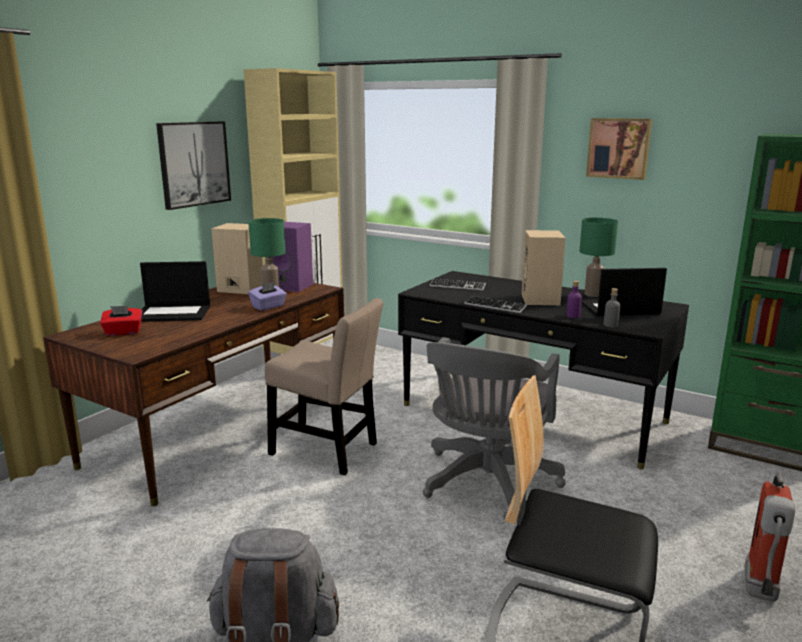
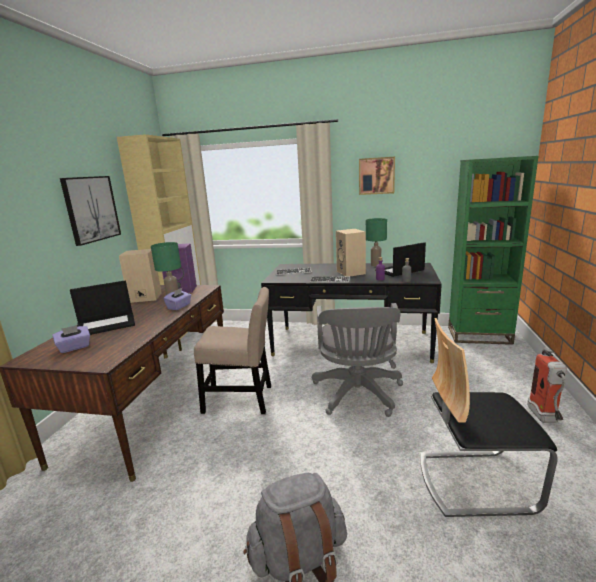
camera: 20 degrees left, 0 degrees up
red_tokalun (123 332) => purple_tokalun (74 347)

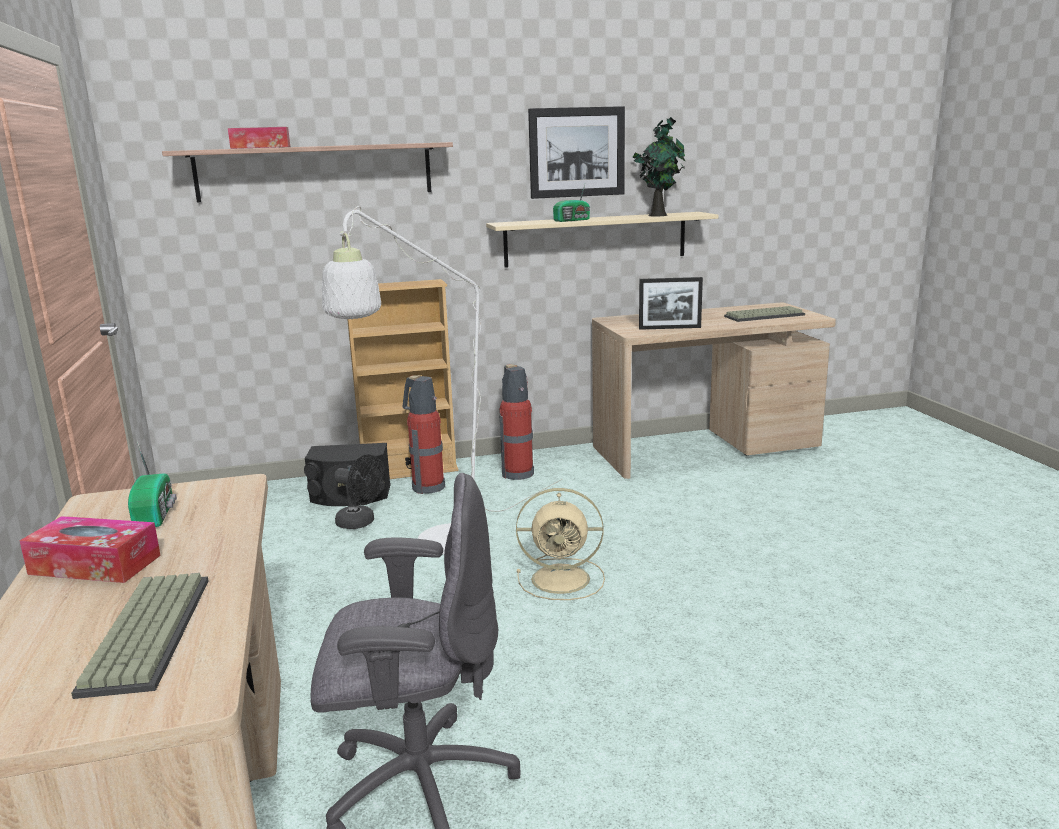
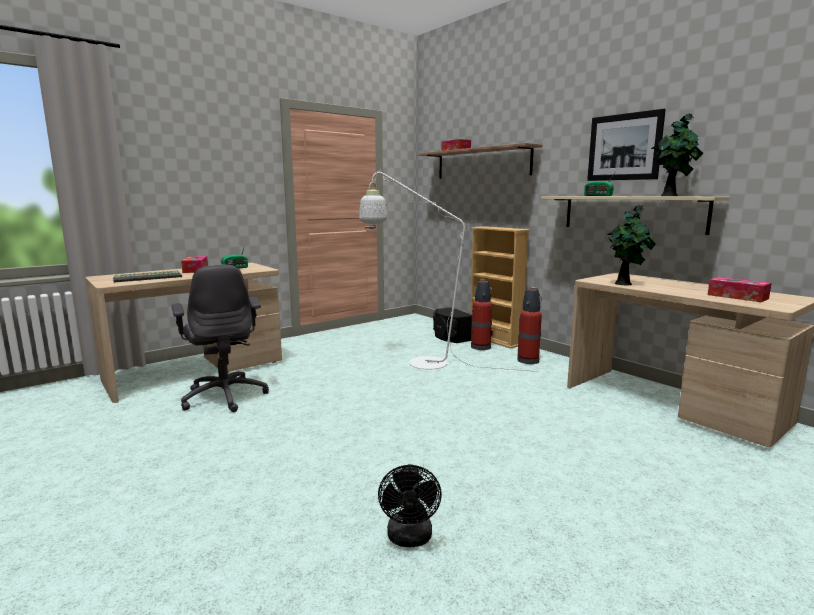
camera: 65 degrees right, 5 degrees down
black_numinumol (361 523) => black_numinumol (410 539), moved
beige_numinumol (563 579) => nothing
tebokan (669 328) => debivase (624 284)
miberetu (764 315) => tokalun (737 296)

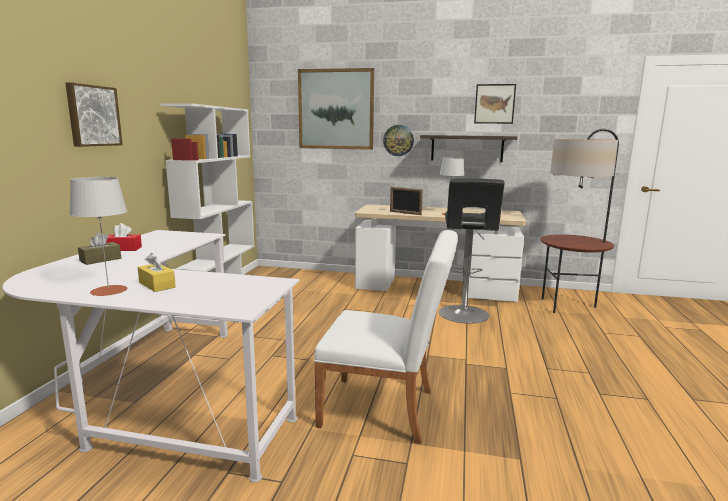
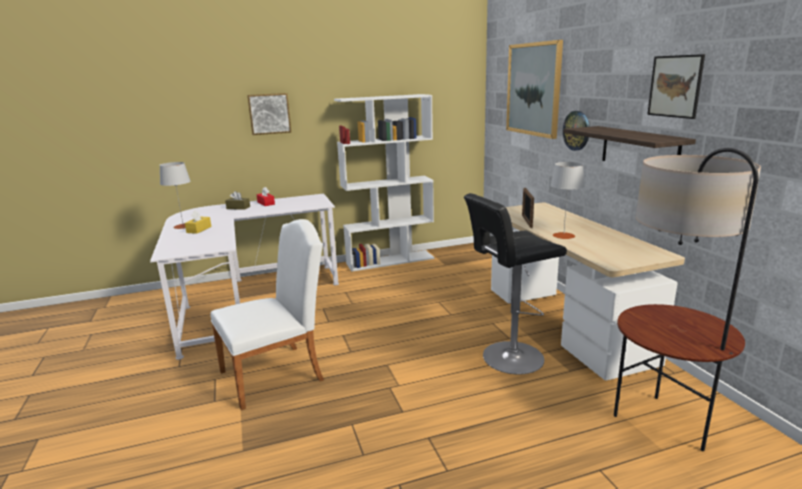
camera: 60 degrees right, 5 degrees up
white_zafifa (386 409) => white_zafifa (278 373), 105 degrees counterclockwise

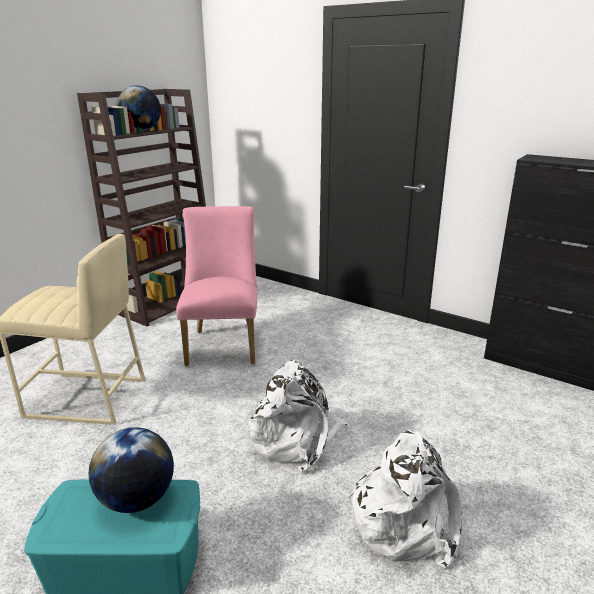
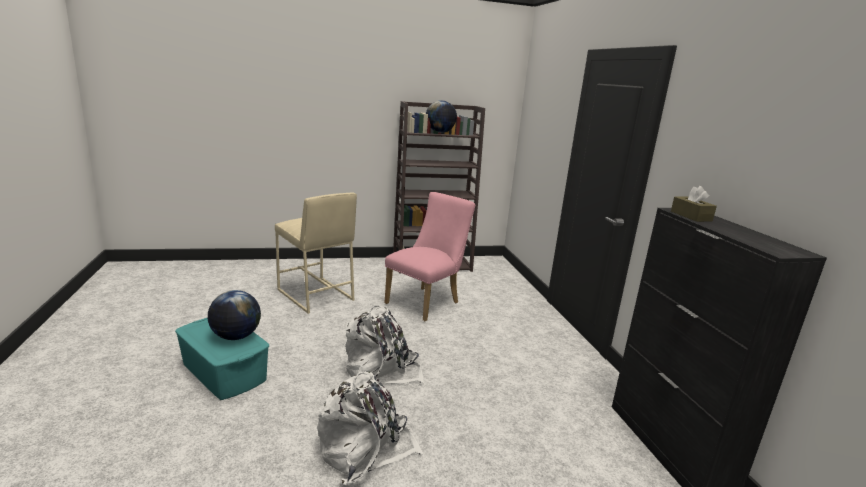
camera: 40 degrees right, 5 degrees down
nothing => brown_tokalun (691 216)

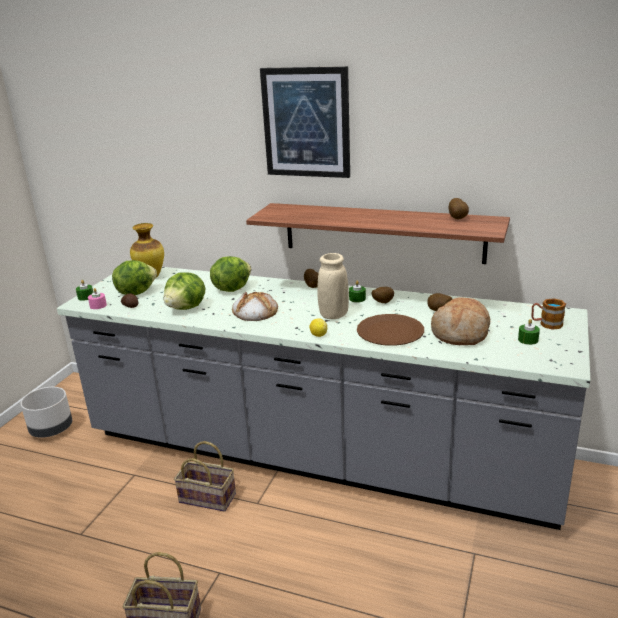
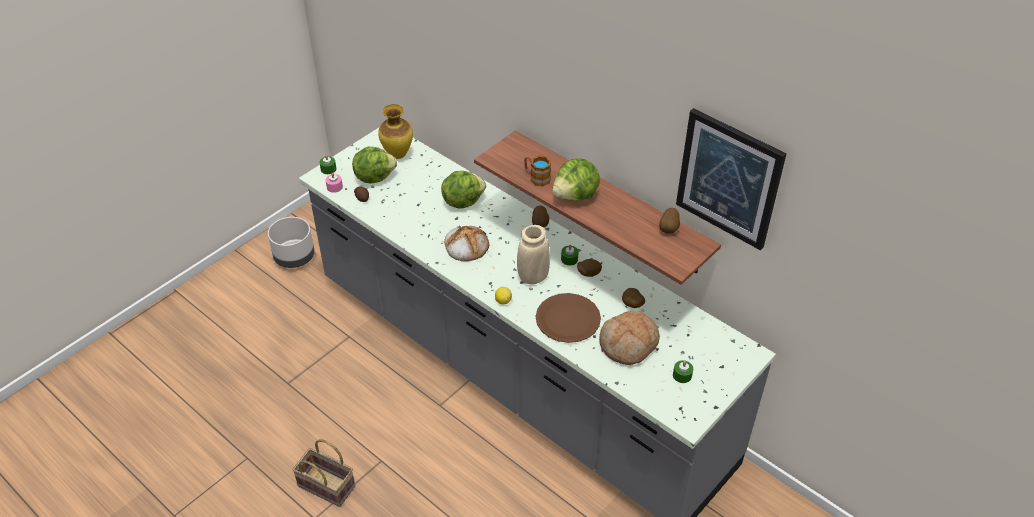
camera: 20 degrees right, 20 degrees up
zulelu (187 308) => zulelu (576 196), moved
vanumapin (209 497) => nothing
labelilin (306 123) => labelilin (729 179), moved
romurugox (546 324) => romurugox (536 177), moved

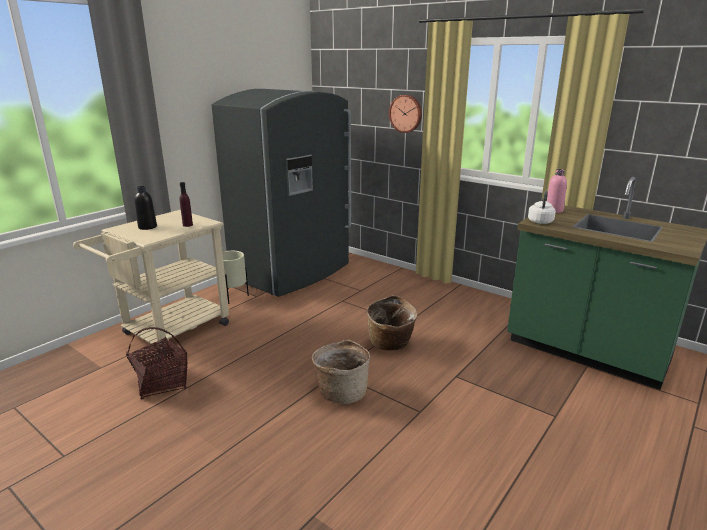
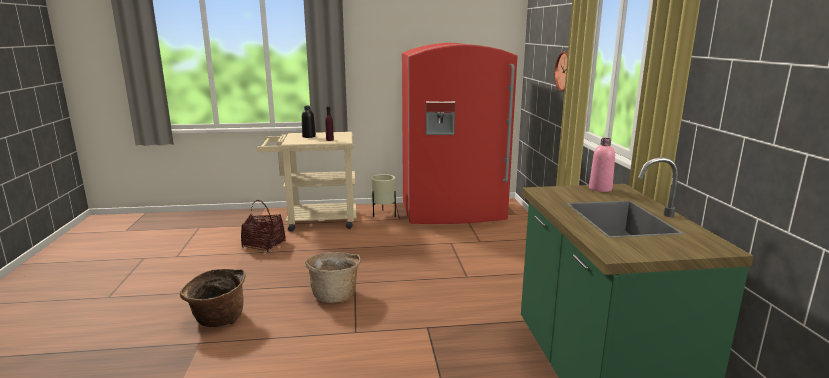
camera: 45 degrees right, 5 degrees down
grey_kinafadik (292 272) => red_kinafadik (453 212)
vanumapin (390 344) => vanumapin (218 320), moved
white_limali (540 221) => nothing

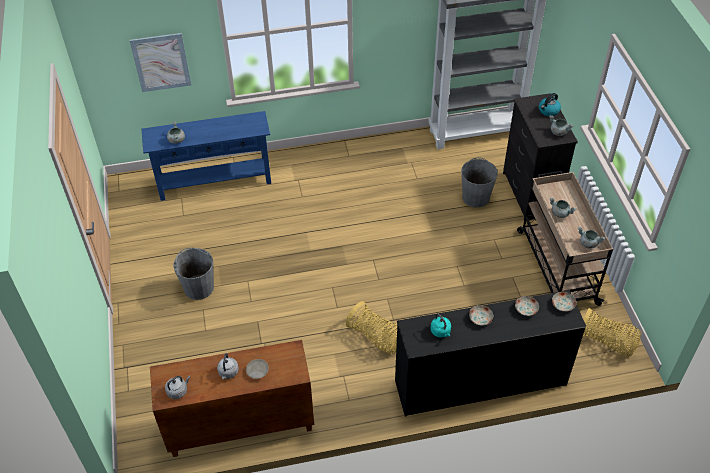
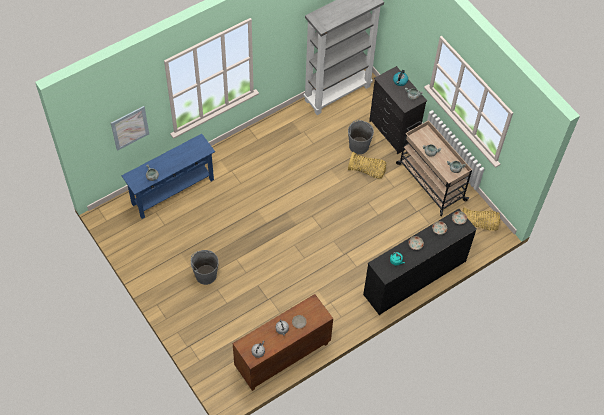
camera: 25 degrees left, 10 degrees up
vanumapin (376 337) => vanumapin (367 171), moved

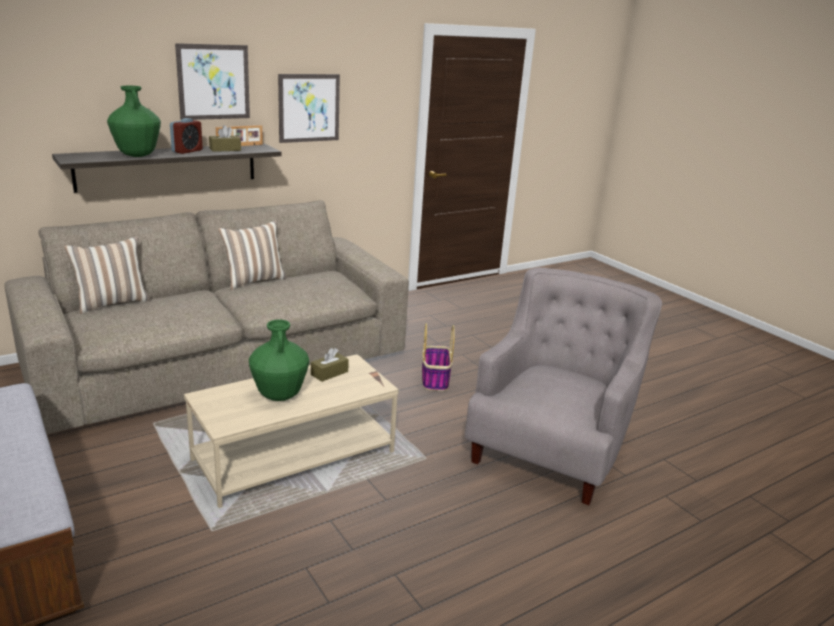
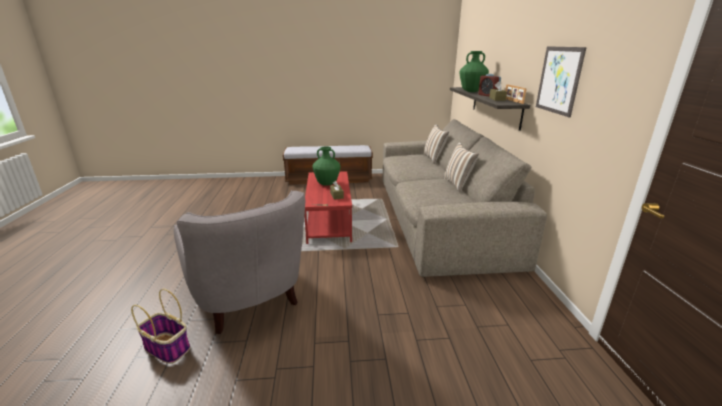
camera: 120 degrees right, 0 degrees up
labelilin (213 82) => nothing
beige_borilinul (294 455) => red_borilinul (329 221)
vanumapin (435 379) => vanumapin (168 348), moved

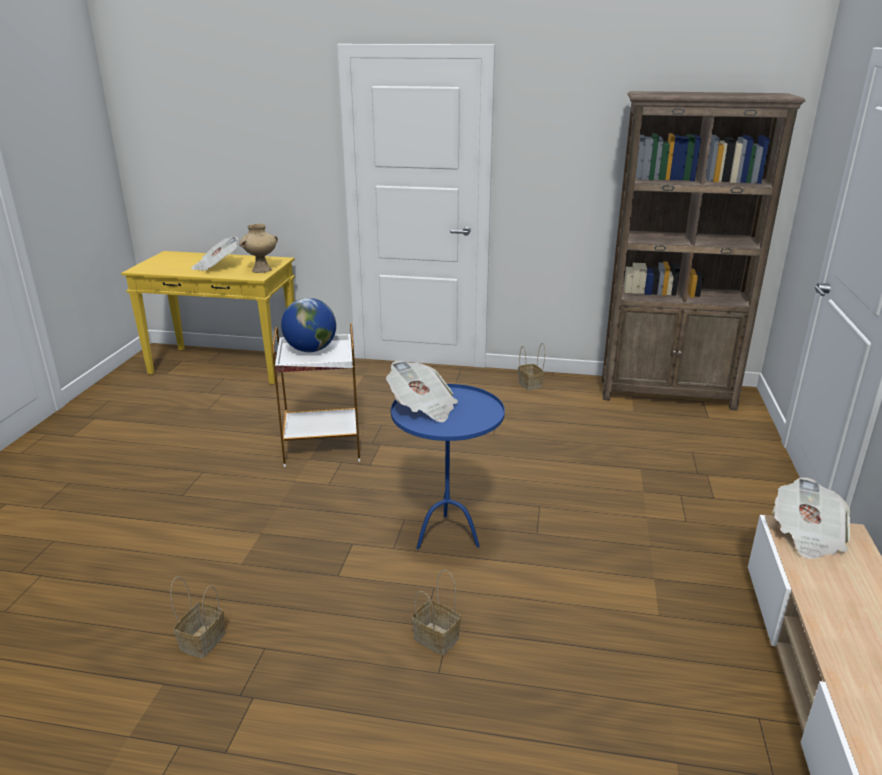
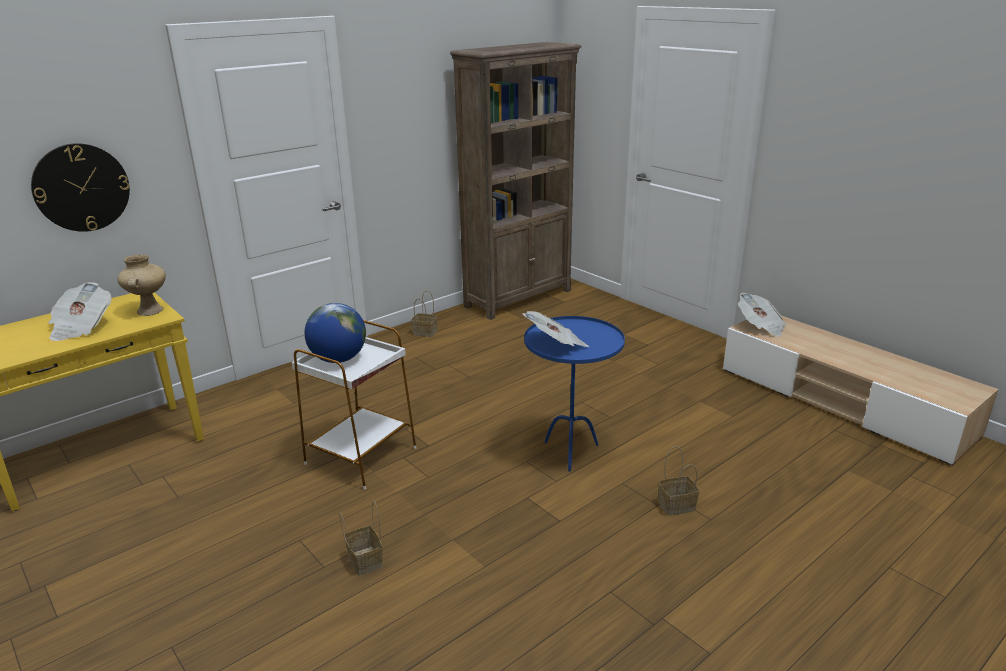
camera: 50 degrees left, 0 degrees up
vanumapin (203 640) => vanumapin (364 560), moved
nothing => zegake (81 187)

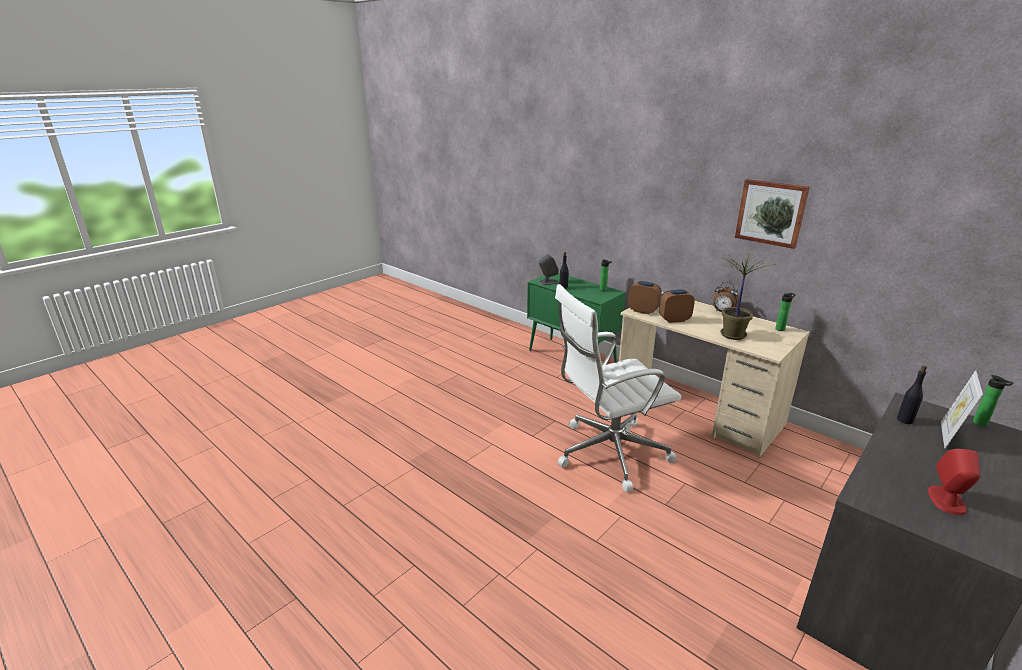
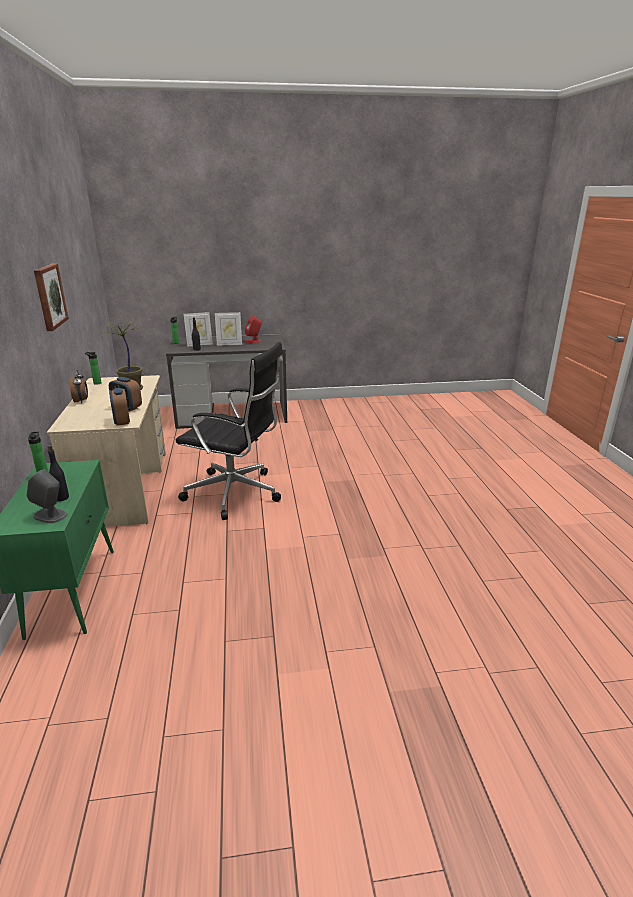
camera: 140 degrees left, 0 degrees up
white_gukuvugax (608 453) => black_gukuvugax (236 493)
nothing => tebokan (229 344)

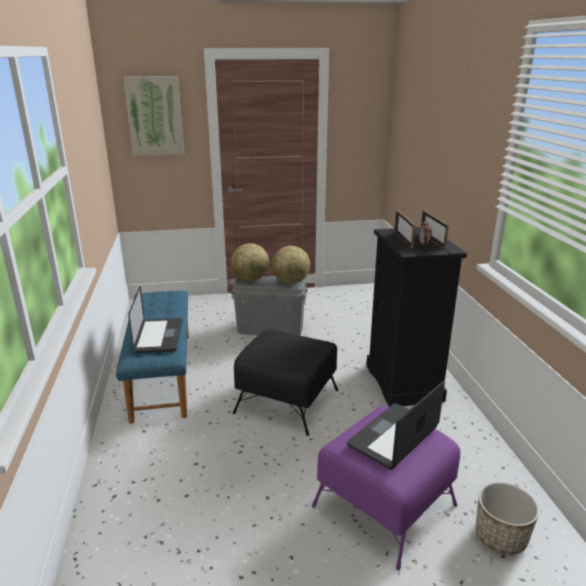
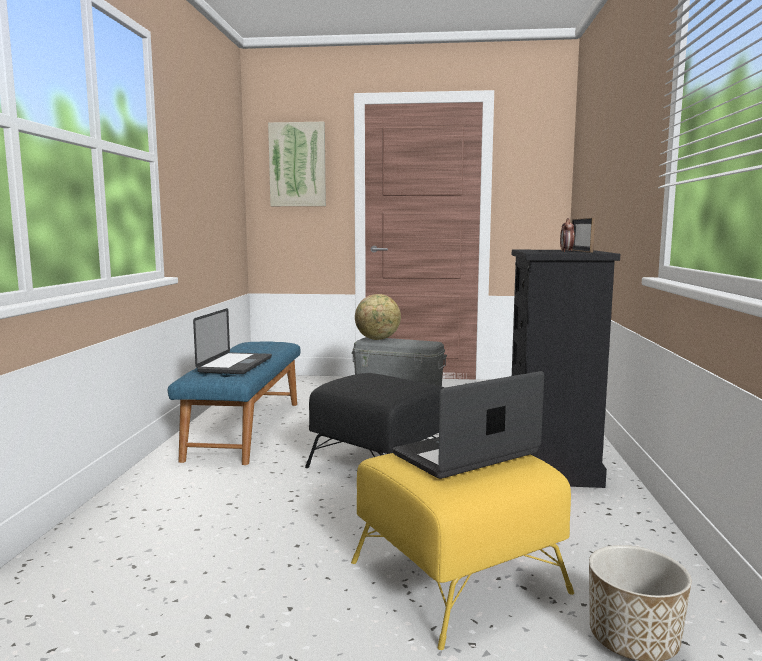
camera: 15 degrees right, 15 degrees down
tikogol (291 282) => nothing
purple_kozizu (383 506) => yellow_kozizu (456 577)
tebokan (403 240) => nothing

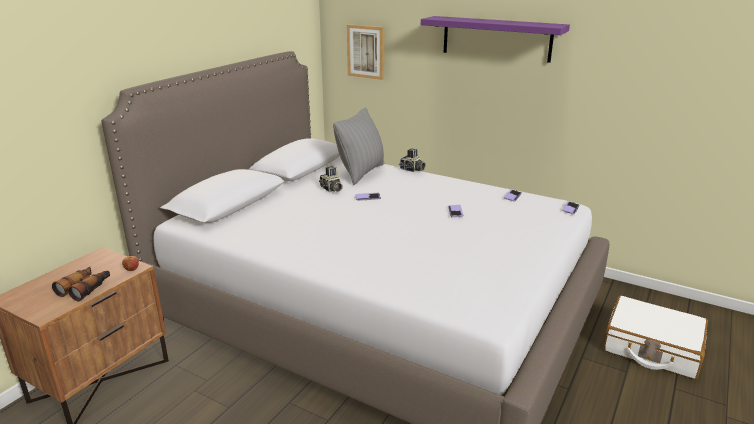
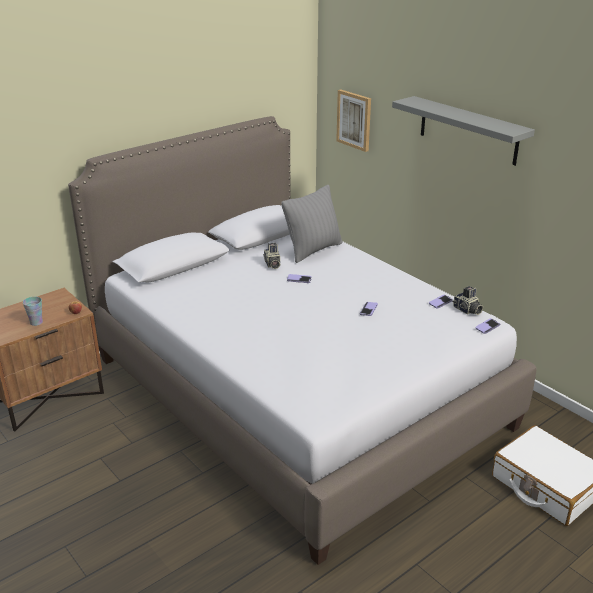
camera: 20 degrees right, 5 degrees up
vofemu (85 288) => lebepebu (36 322)
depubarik (412 170) => depubarik (467 310), moved
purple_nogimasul (496 38) => grey_nogimasul (468 130)

